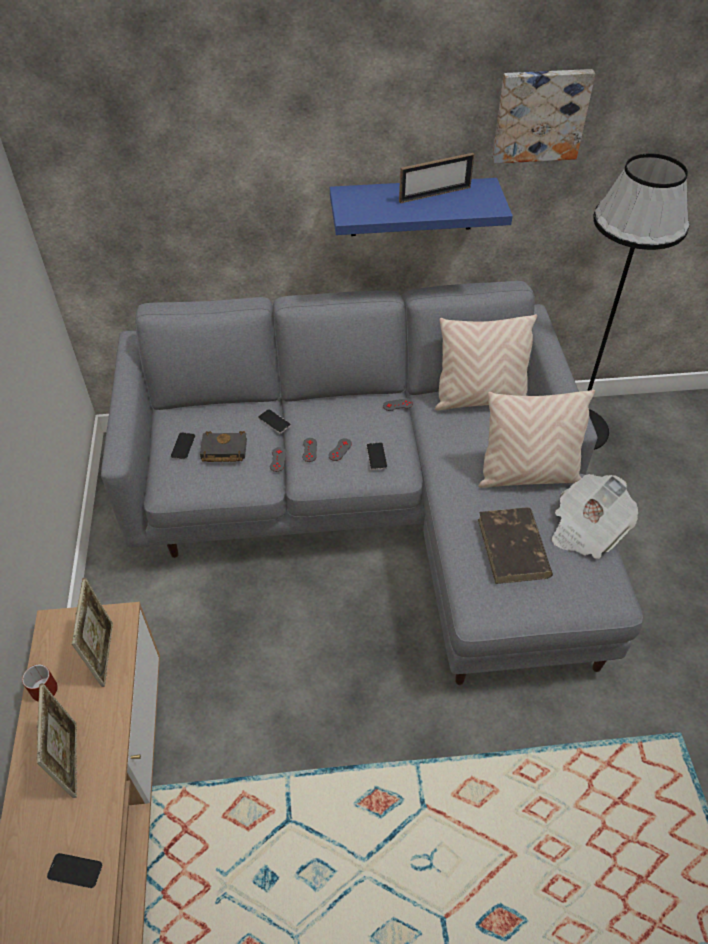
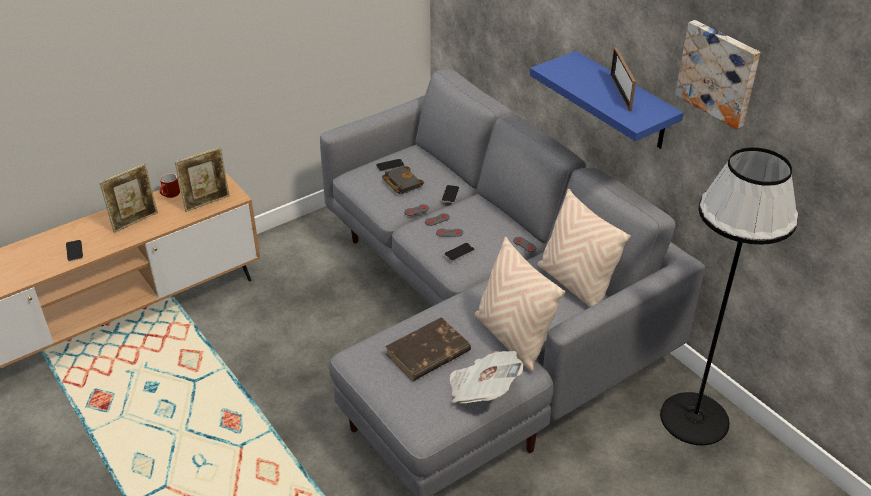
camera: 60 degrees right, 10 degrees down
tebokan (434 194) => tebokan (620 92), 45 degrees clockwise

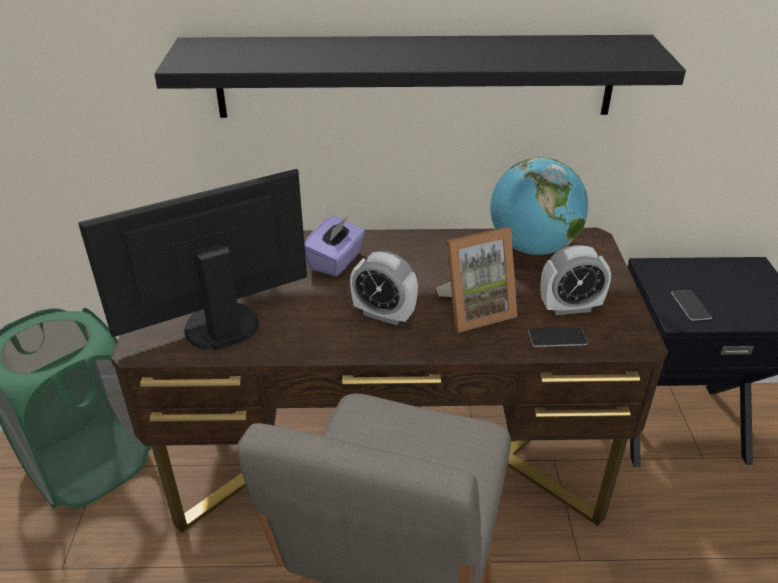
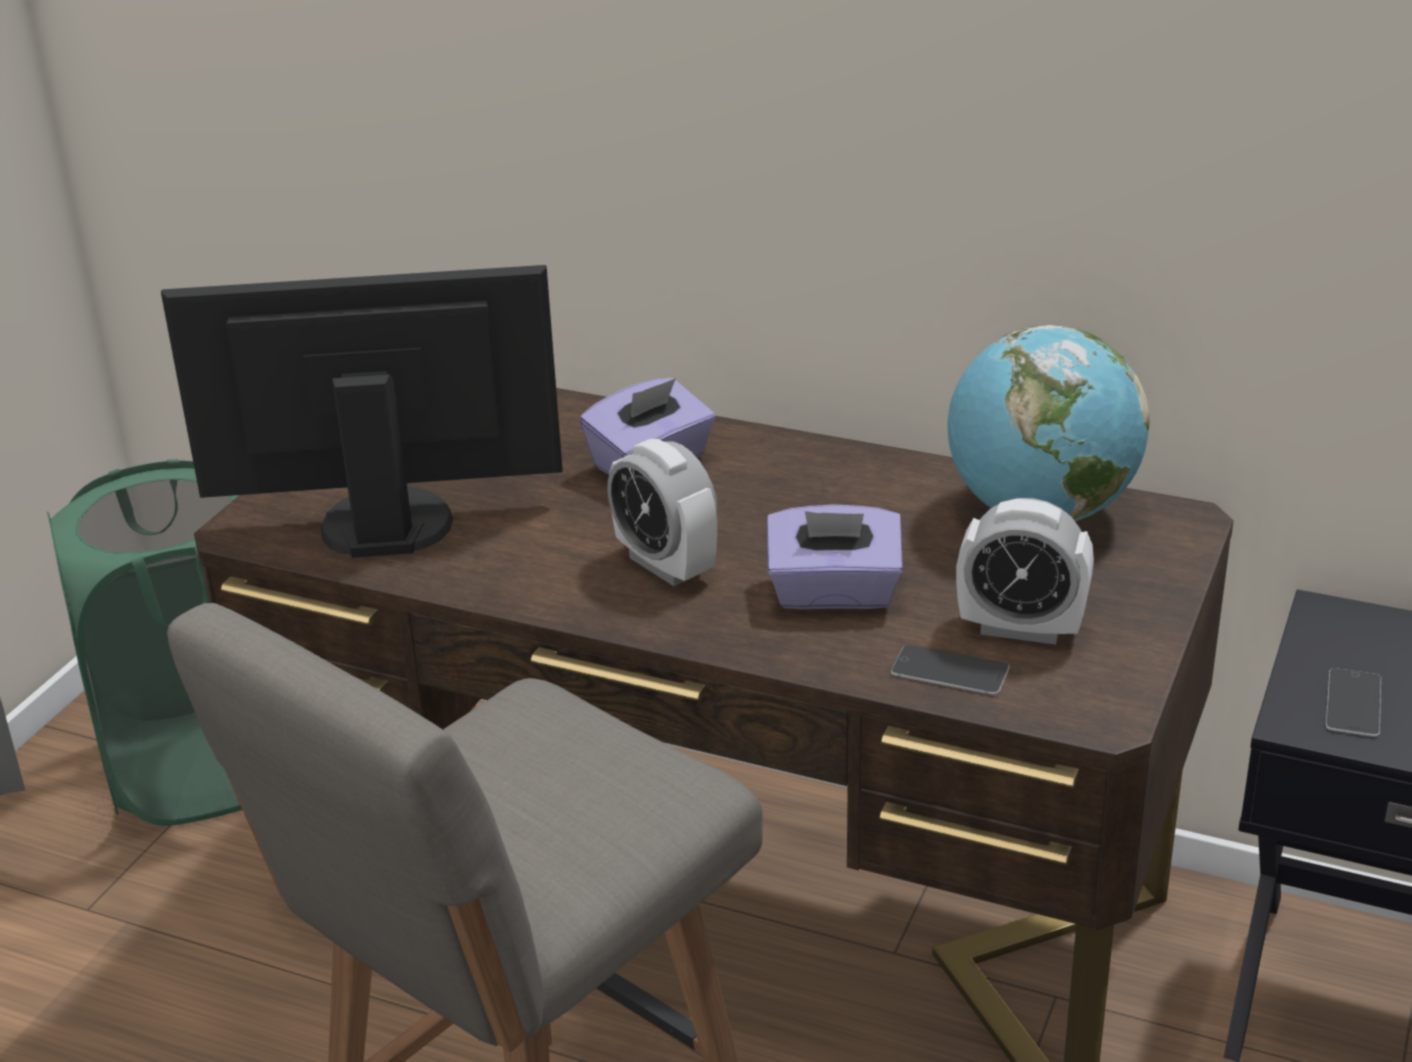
camera: 25 degrees right, 5 degrees down
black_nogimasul (415 76) => nothing
tebokan (475 310) => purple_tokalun (834 593)

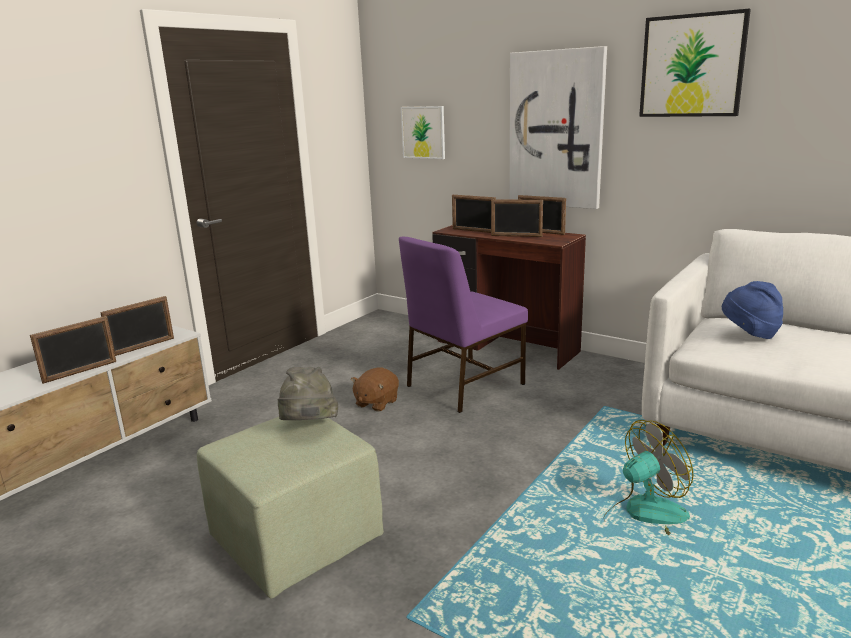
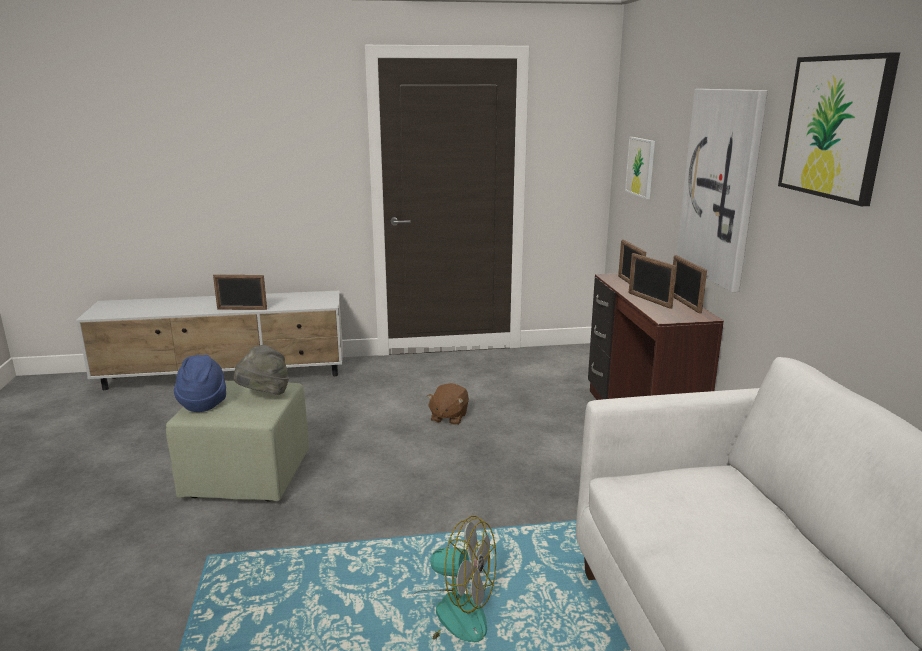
camera: 45 degrees right, 0 degrees up
tebokan (143 347) => nothing
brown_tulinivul (376 403) => brown_tulinivul (448 417), 60 degrees counterclockwise
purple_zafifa (463 385) => nothing
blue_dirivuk (749 334) => blue_dirivuk (203 403), moved

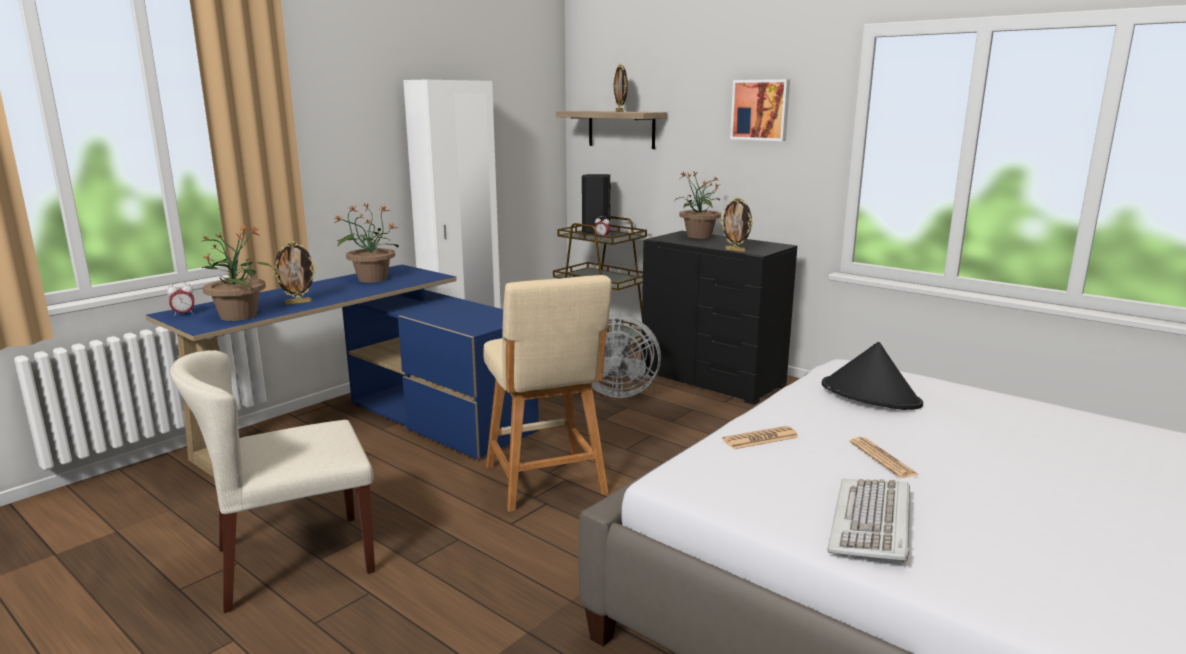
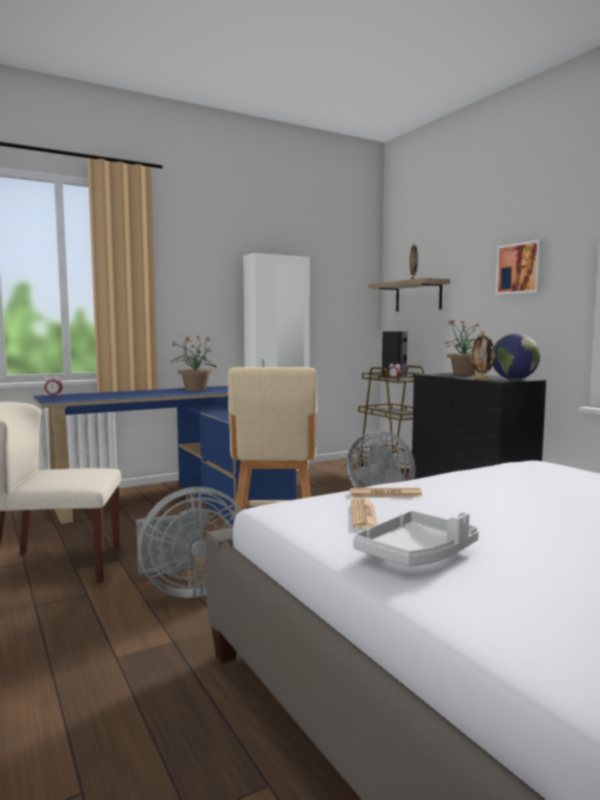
camera: 20 degrees right, 10 degrees down
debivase (239 315) => nothing
tebokan (298 303) => nothing
black_dirivuk (871 395) => nothing
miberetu (872 523) => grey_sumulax (417 554)
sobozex (882 458) => sobozex (363 515), moved
nothing => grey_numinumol (189 589)
nothing => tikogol (514 379)

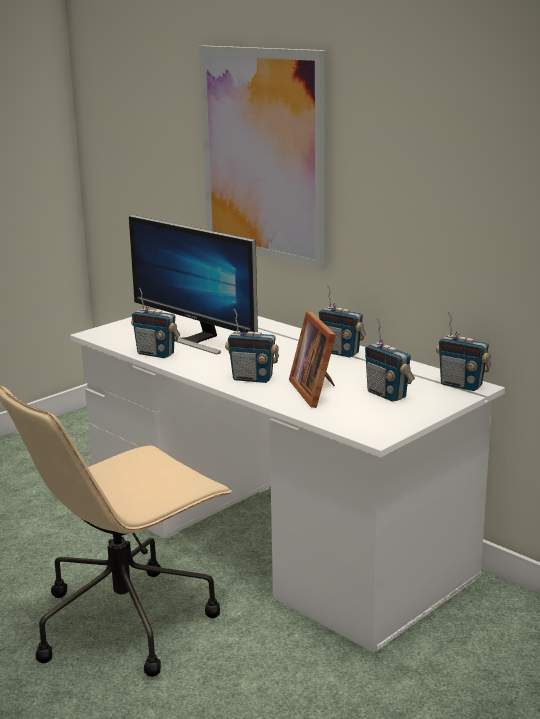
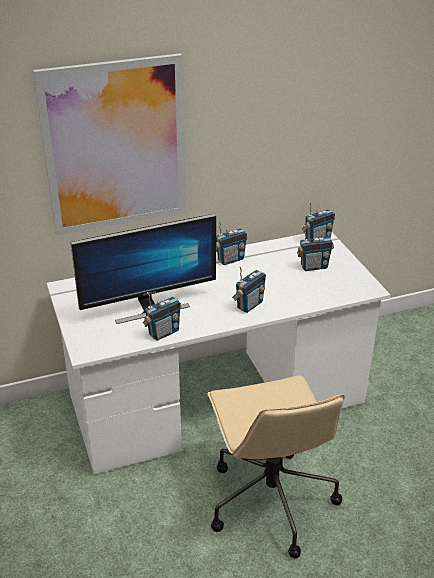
camera: 65 degrees left, 15 degrees up
tebokan (316 391) => nothing

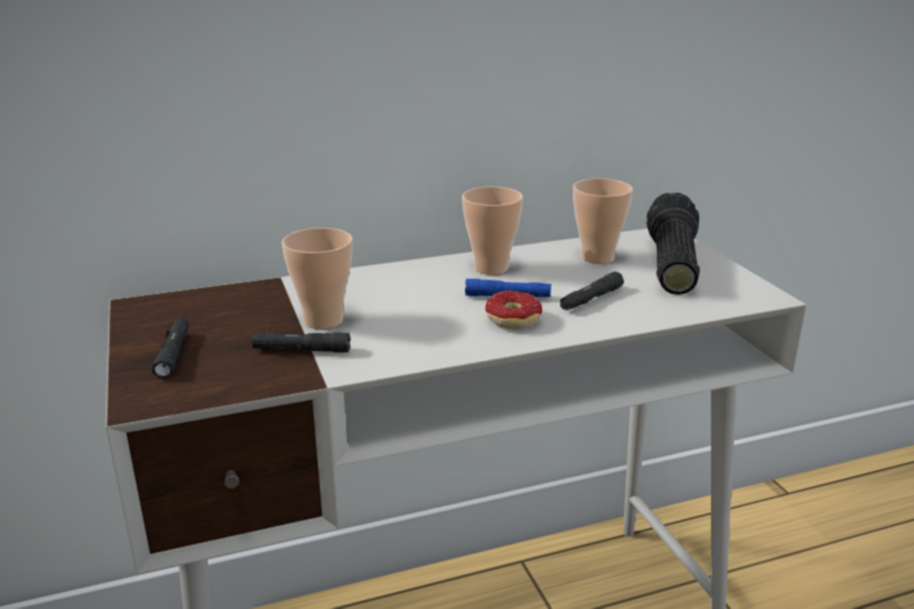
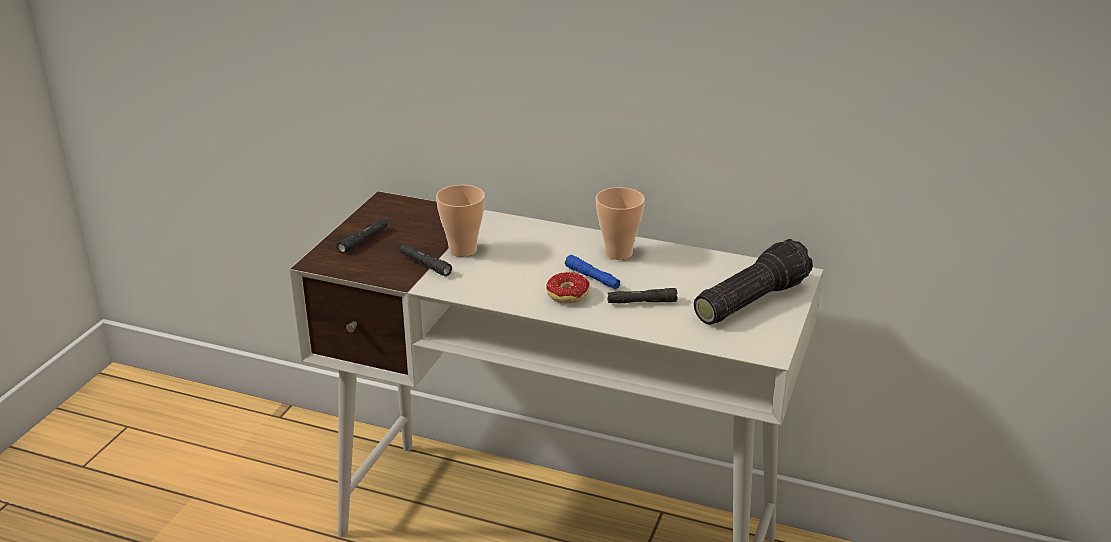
camera: 40 degrees right, 5 degrees up
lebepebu (597 258) => nothing

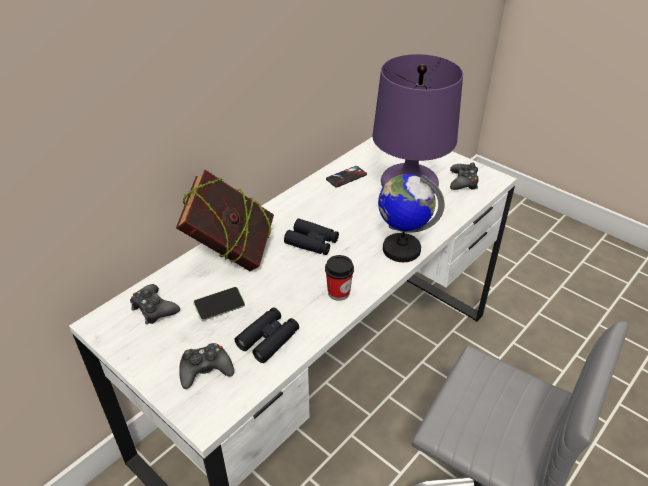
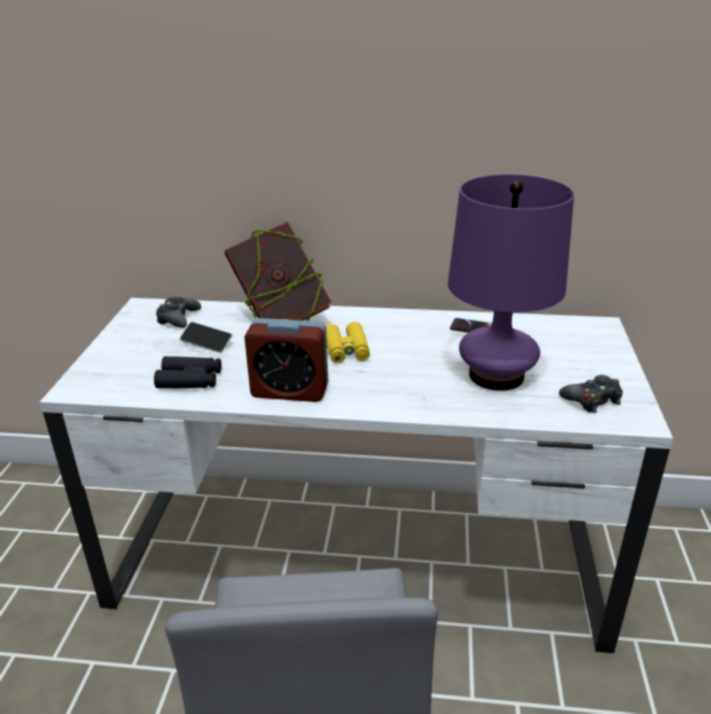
camera: 55 degrees right, 10 degrees down
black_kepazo (205 370) => nothing
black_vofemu (312 242) => yellow_vofemu (346 350)
lebepebu (338 292) => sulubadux (289 391)
tikogol (401 249) => nothing

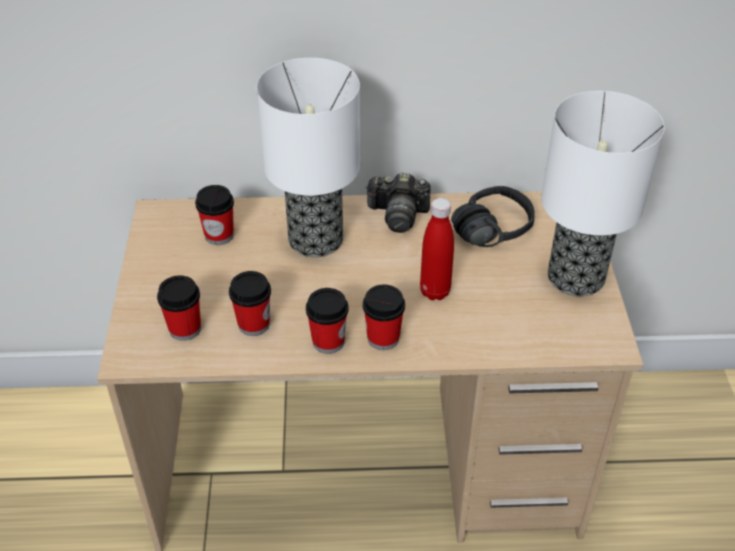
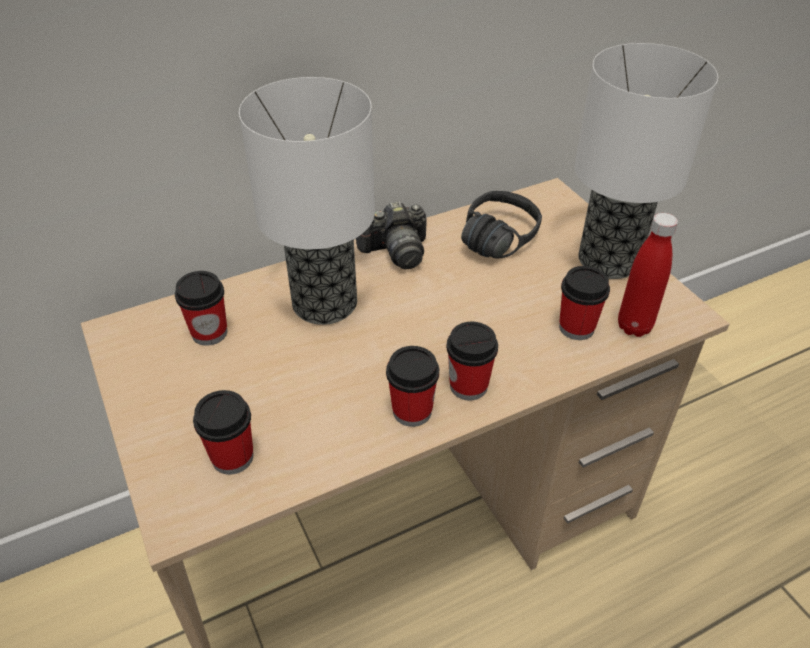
camera: 25 degrees left, 0 degrees up
lebepebu (254 324) => lebepebu (576 327), moved
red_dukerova (435 291) => red_dukerova (634 326), moved

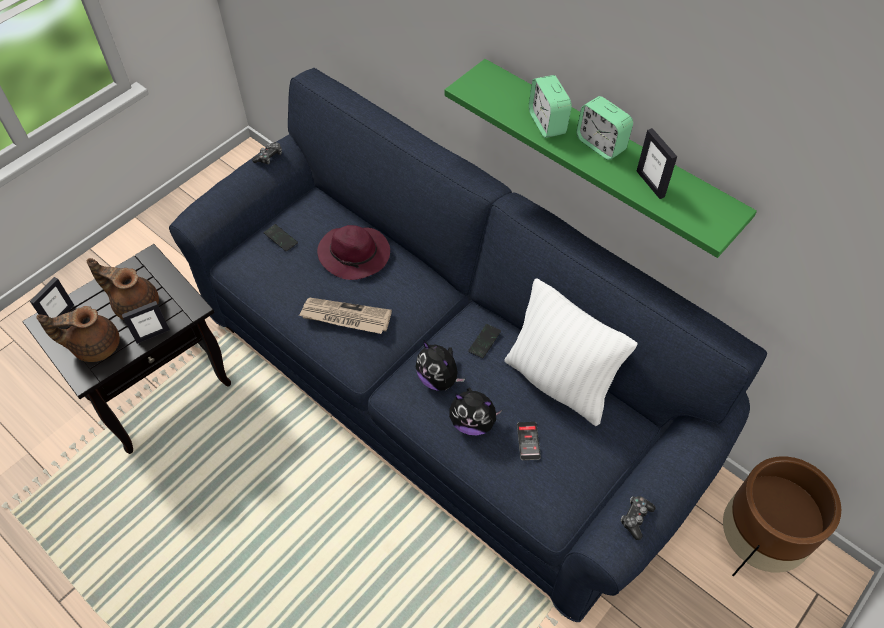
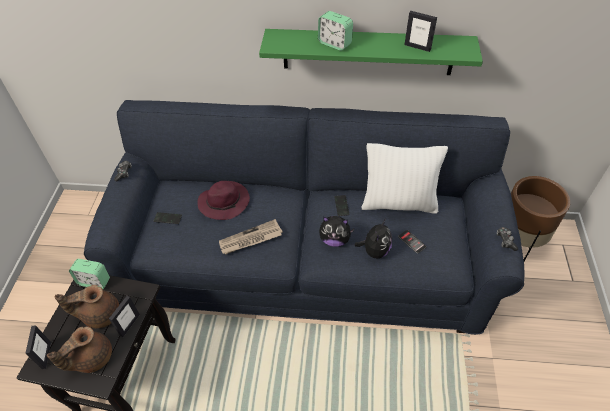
camera: 35 degrees left, 5 degrees down
tulinivul (472 422) => tulinivul (374 251), 45 degrees counterclockwise
sulubadux (600 144) => sulubadux (94 281), moved

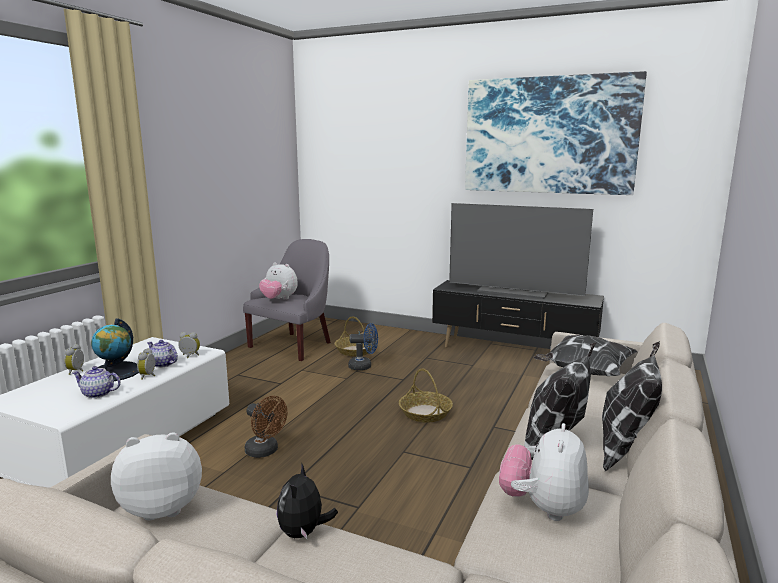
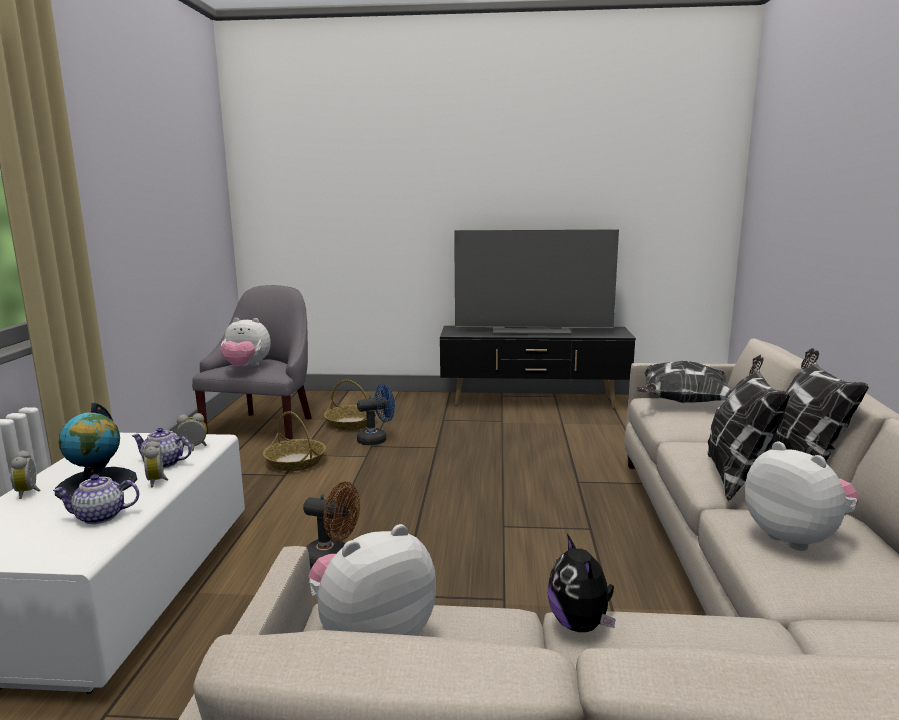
camera: 20 degrees left, 0 degrees up
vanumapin (425 413) => vanumapin (295 462), moved
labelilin (549 135) => nothing
tulinivul (542 508) => tulinivul (795 538), 150 degrees clockwise

